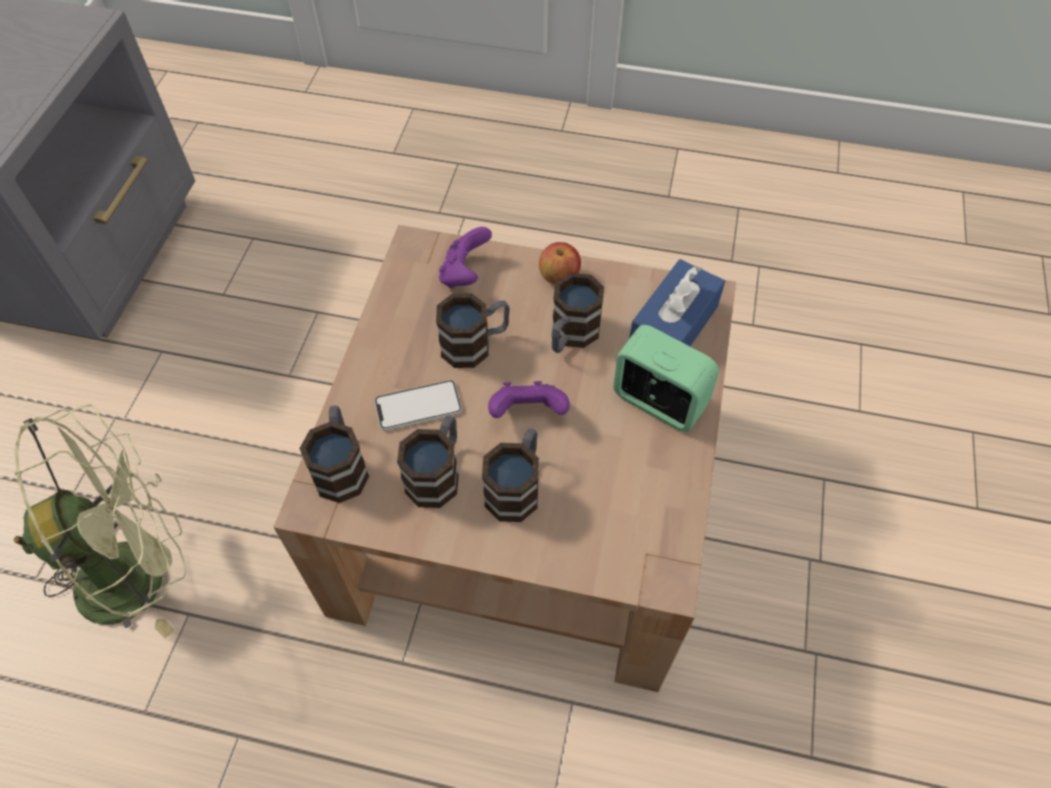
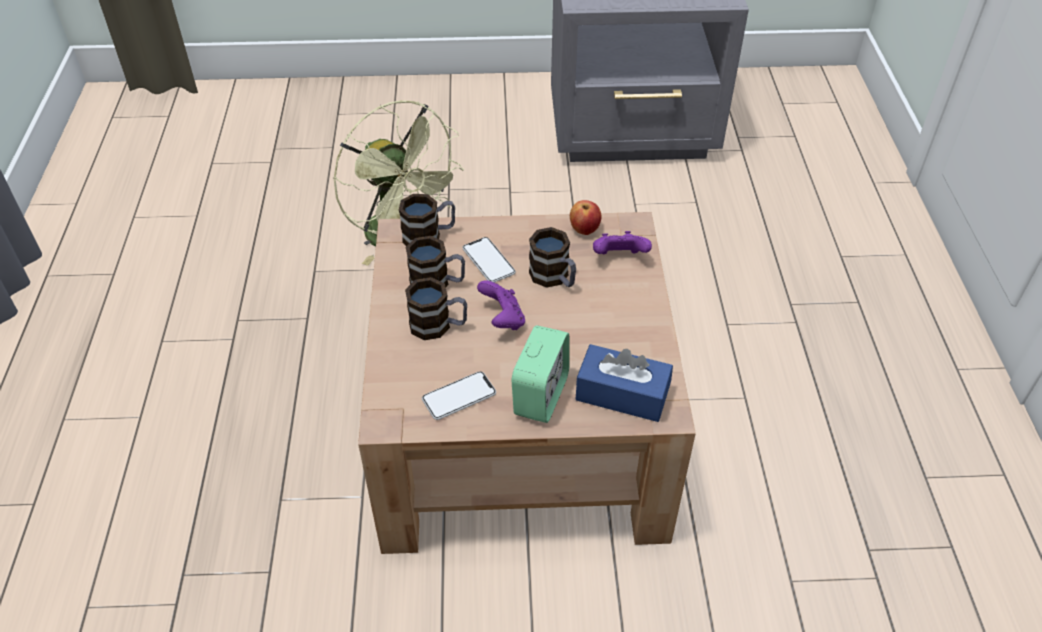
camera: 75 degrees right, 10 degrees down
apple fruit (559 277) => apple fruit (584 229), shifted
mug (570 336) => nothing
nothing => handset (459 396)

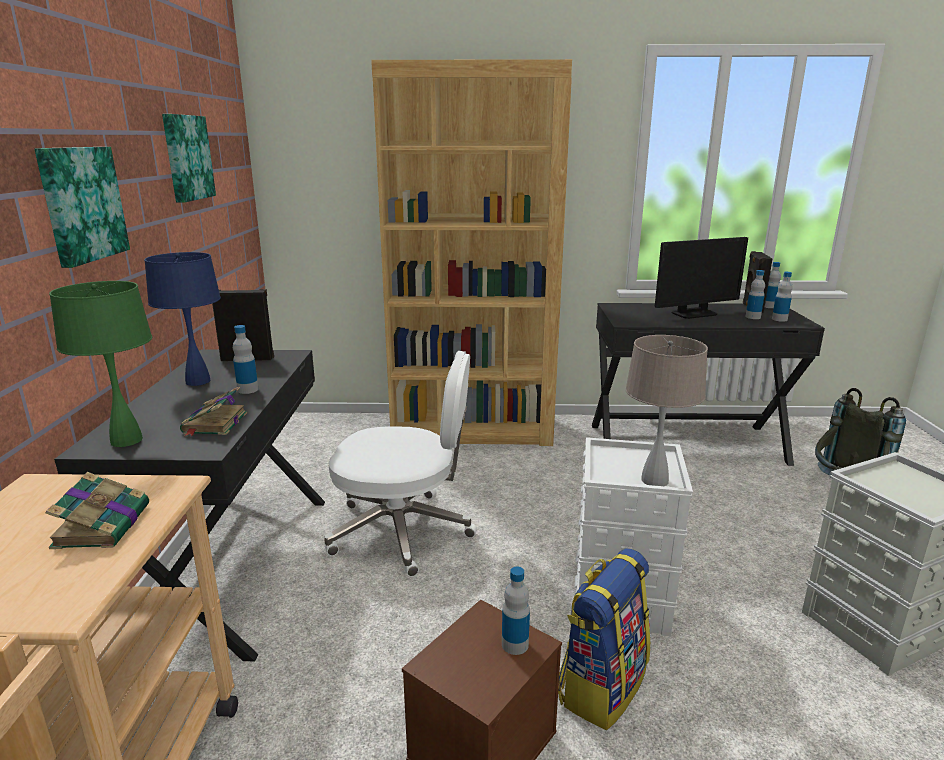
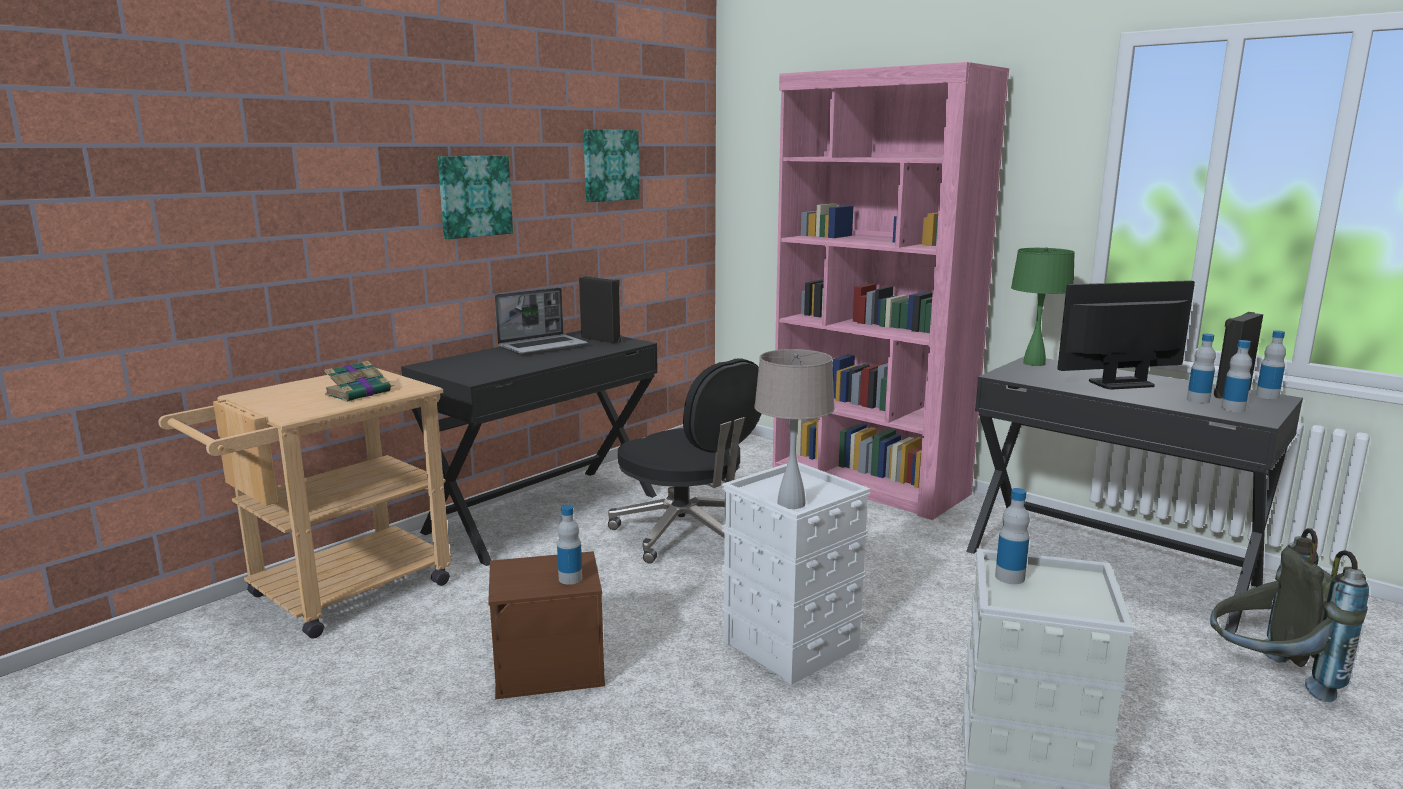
camera: 40 degrees right, 5 degrees down
brown shelving unit (473 430) => pink-coloured shelving unit (868 483)
computer display (694 313) => computer display (1121 383), 150 degrees clockwise
blue tabletop lamp (198 381) => notebook computer (543 346)
greenish tabletop lamp (126 440) => greenish tabletop lamp (1033 363), shifted
drink bottle (248 390) => drink bottle (1009 577), shifted
whitish office chair (403 531) => blackish office chair (686 534)
book (214 424) => nothing
rucksack (601 685) => nothing

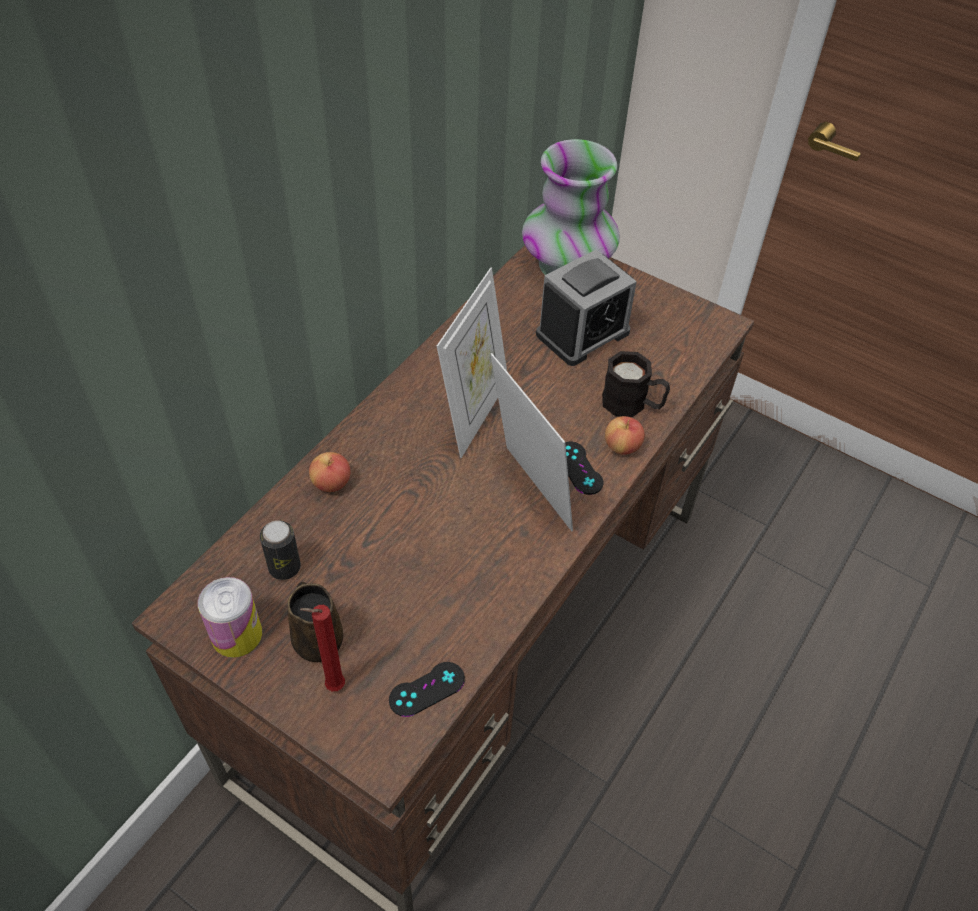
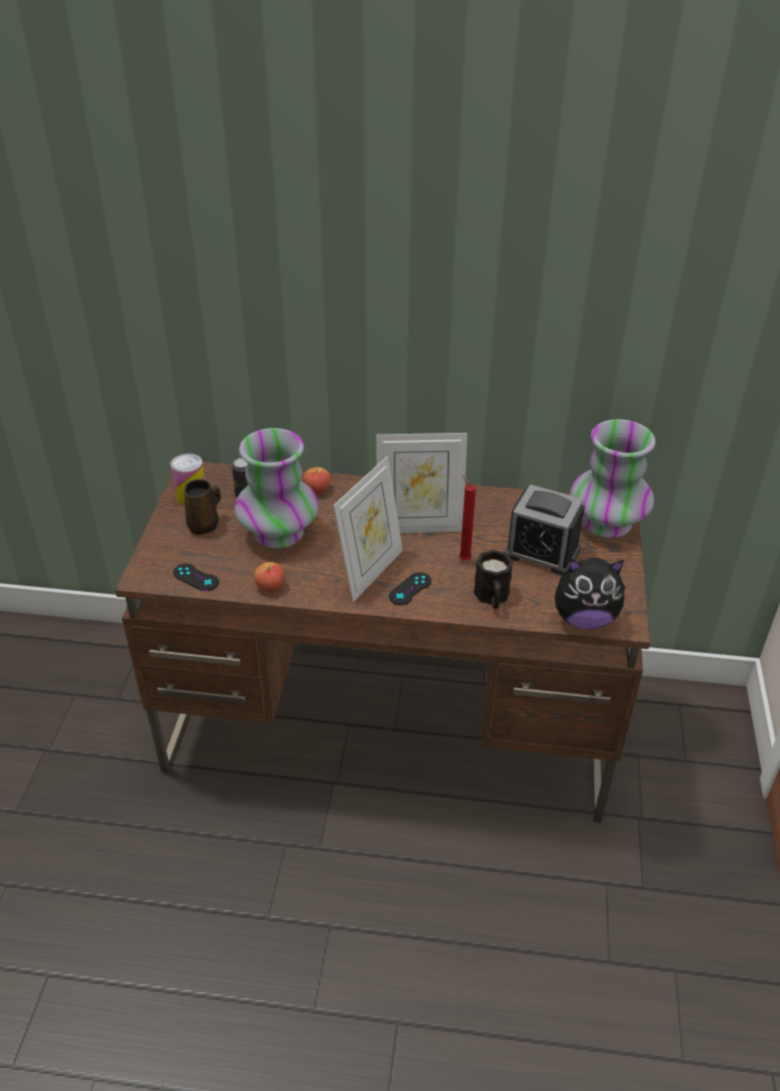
camera: 65 degrees right, 10 degrees down
apple fruit (622 446) => apple fruit (270 586), shifted
reddish wax candle (332 687) => reddish wax candle (463 559), shifted
nothing => flower vase (279 532)
nothing => plush toy (584 618)

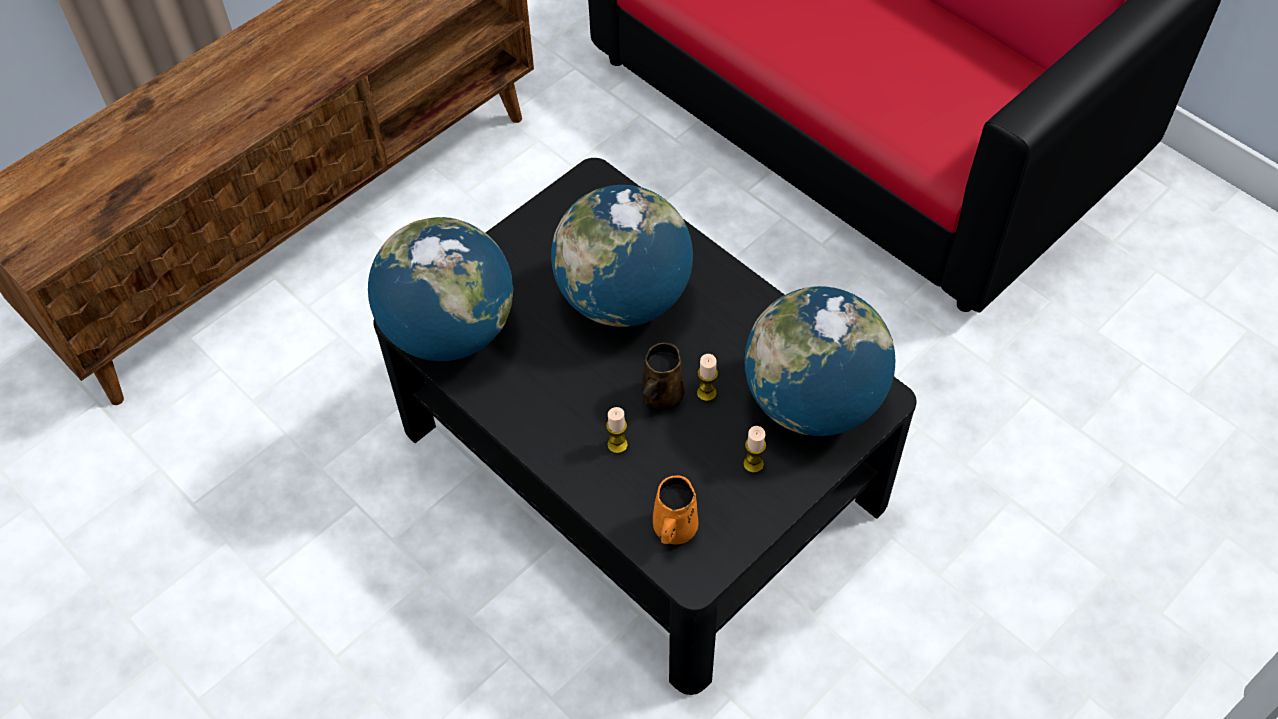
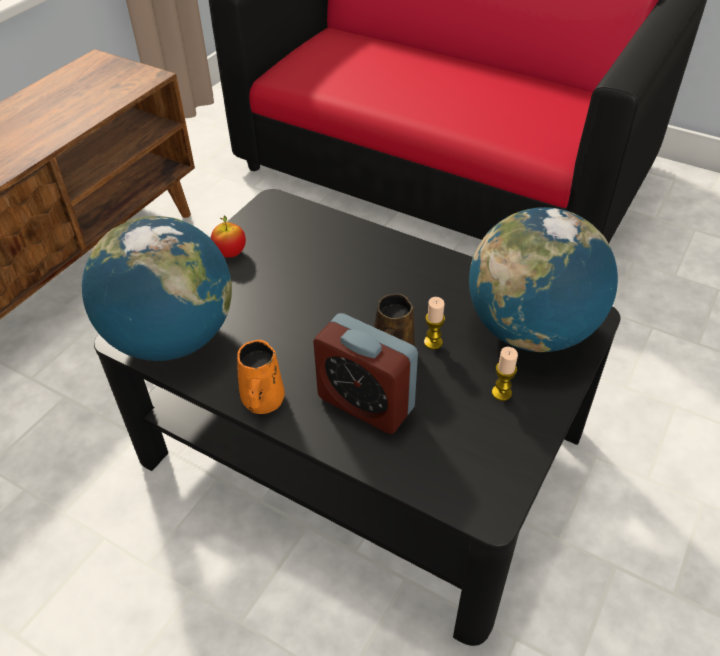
camera: 15 degrees left, 10 degrees down
globe (623 299) => nothing
wax candle (617 445) => table clock (366 403)
orange-coloured mug (674 530) => orange-coloured mug (262 402), shifted
nothing => apple fruit (230 253)

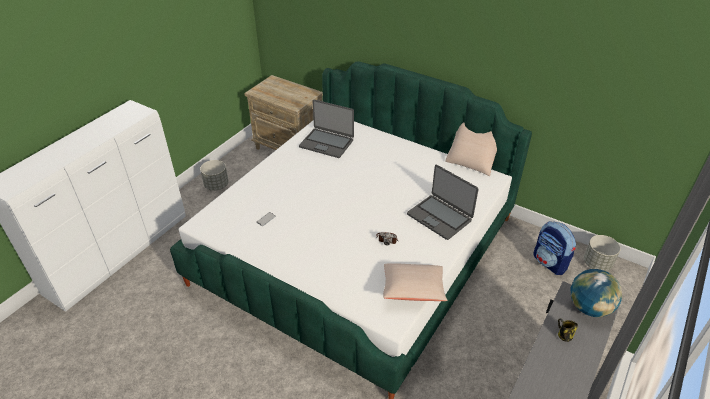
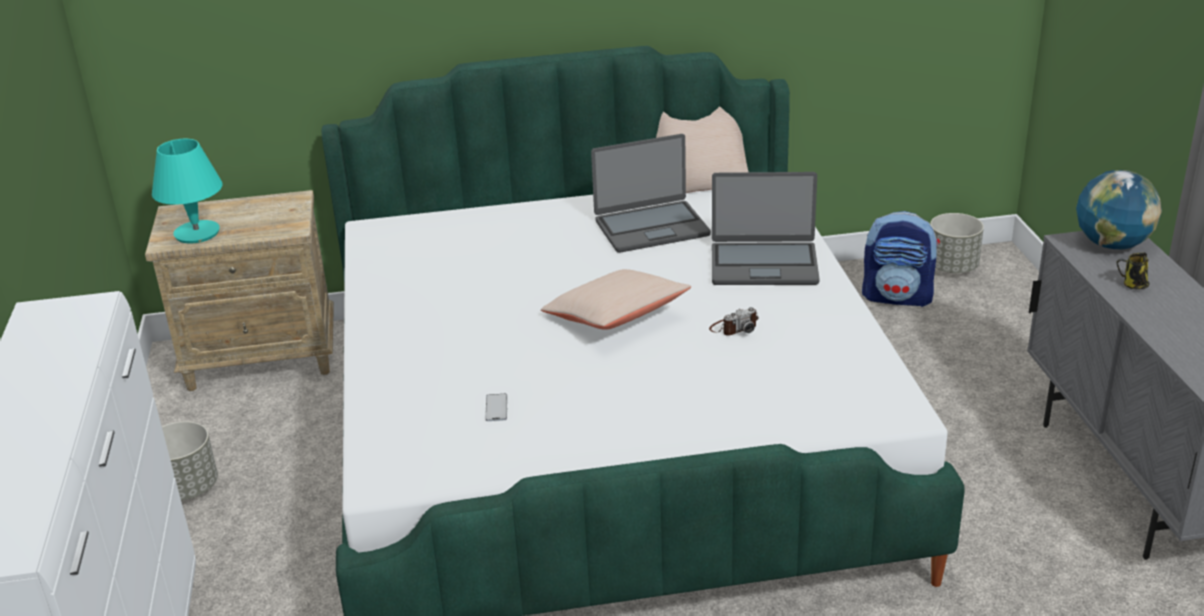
camera: 40 degrees left, 10 degrees down
notebook computer (327 143) => notebook computer (651 227), shifted
beige cushion (413 289) => beige cushion (616 318), shifted
nothing => turquoise-coloured tabletop lamp (197 233)

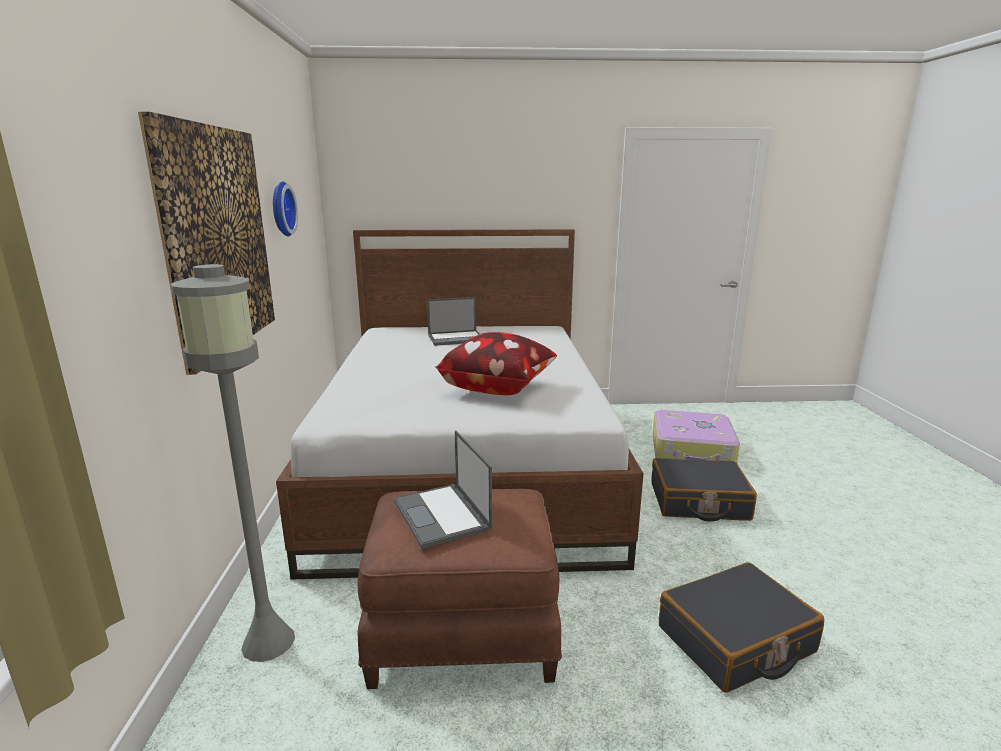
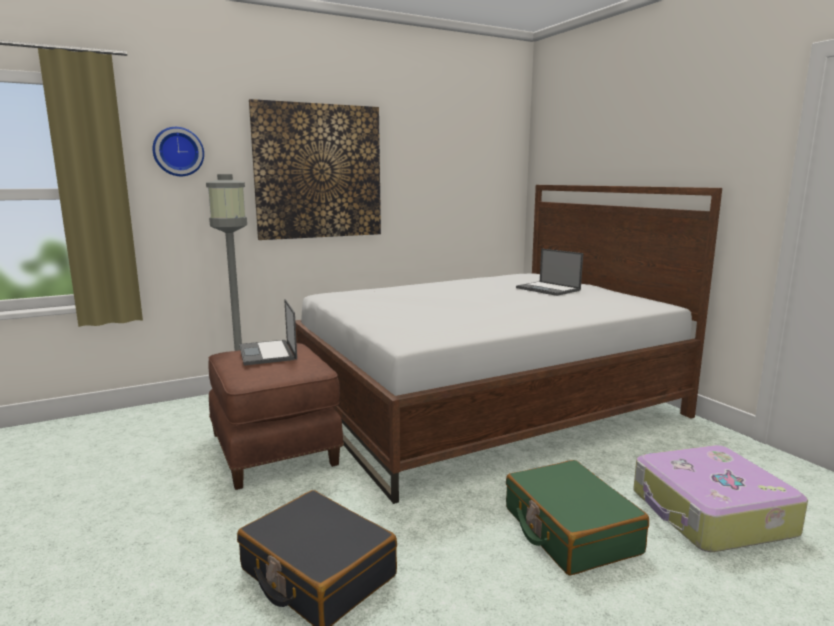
camera: 65 degrees right, 5 degrees down
wall clock (280 209) => wall clock (178 151), shifted
cushion (497 388) => nothing
notebook computer (442 515) => notebook computer (268 353), 60 degrees counterclockwise
blackish travel case (698 502) => greenish travel case (570 530)

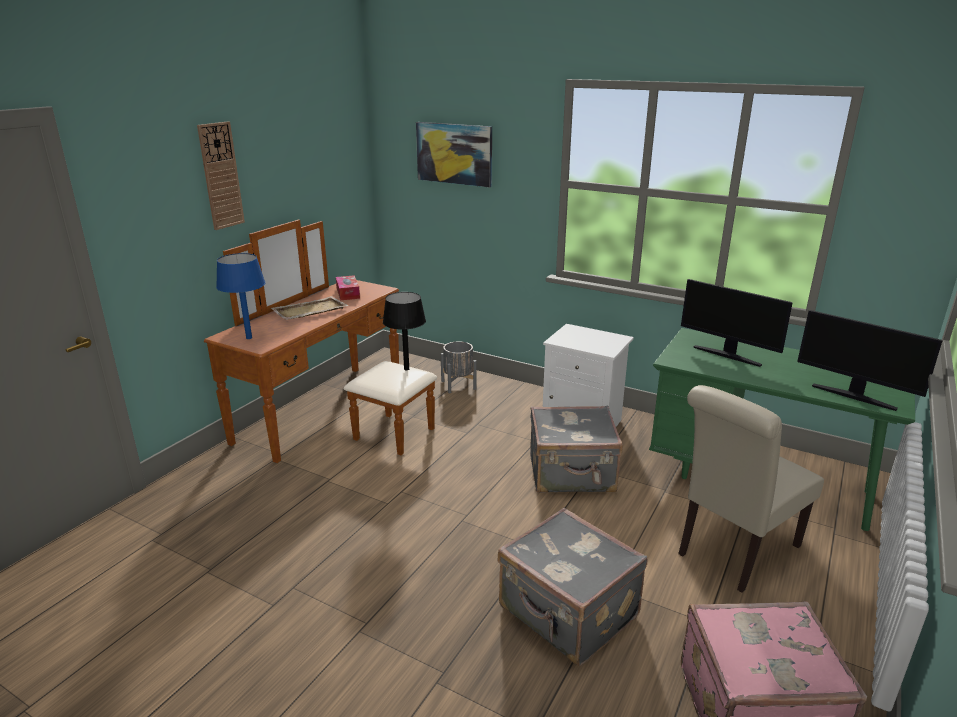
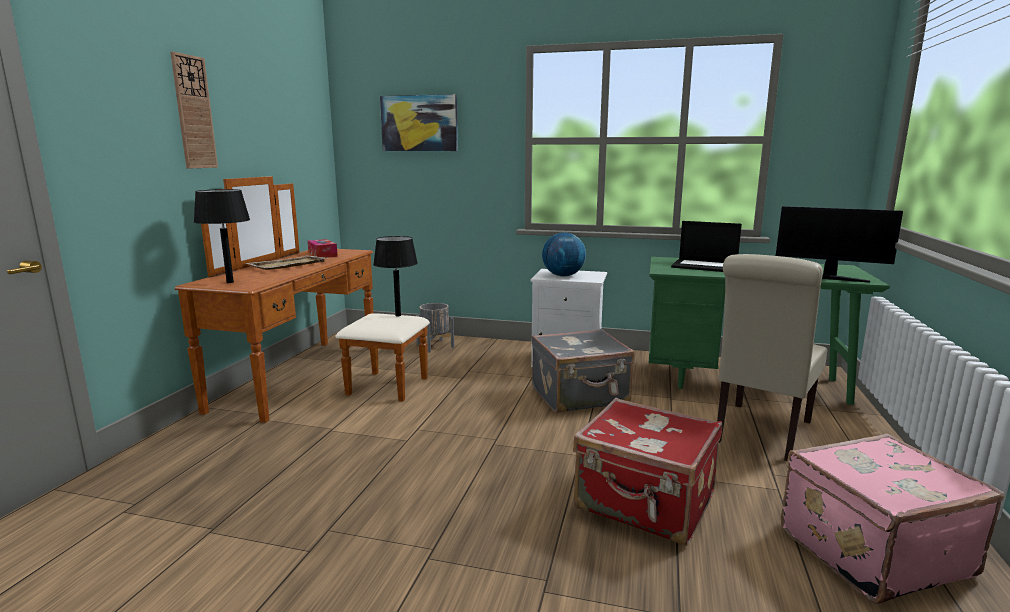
camera: 15 degrees left, 10 degrees down
blue tabletop lamp (249 338) => blackish tabletop lamp (230 282)
computer display (727 355) => notebook computer (705 266)
greyish travel case (567 614) => reddish travel case (645 504)
nothing => globe (563 276)

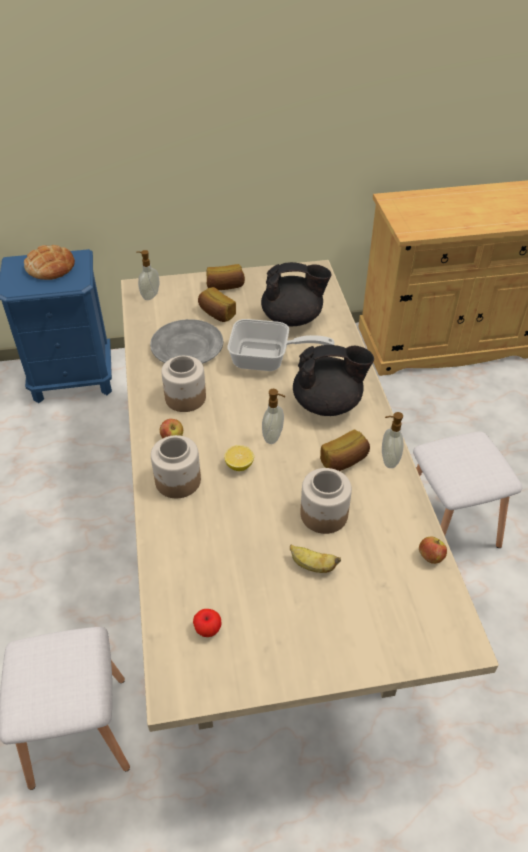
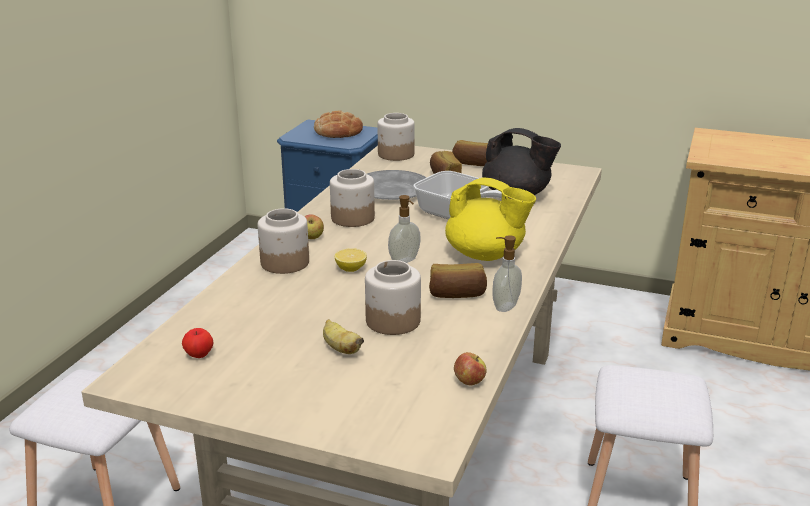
camera: 30 degrees right, 20 degrees down
soap dispenser (150 295) => storage jar (396 154)
blackish pot for tea (328 404) => yellow-coloured pot for tea (486 255)

